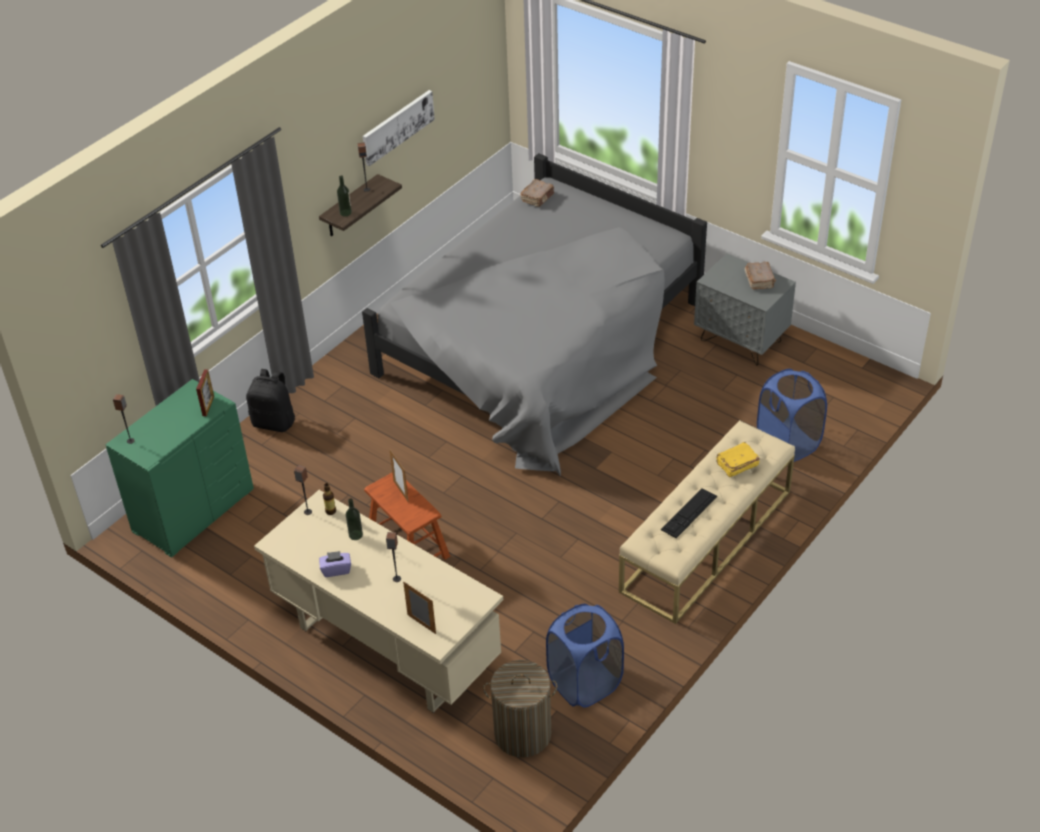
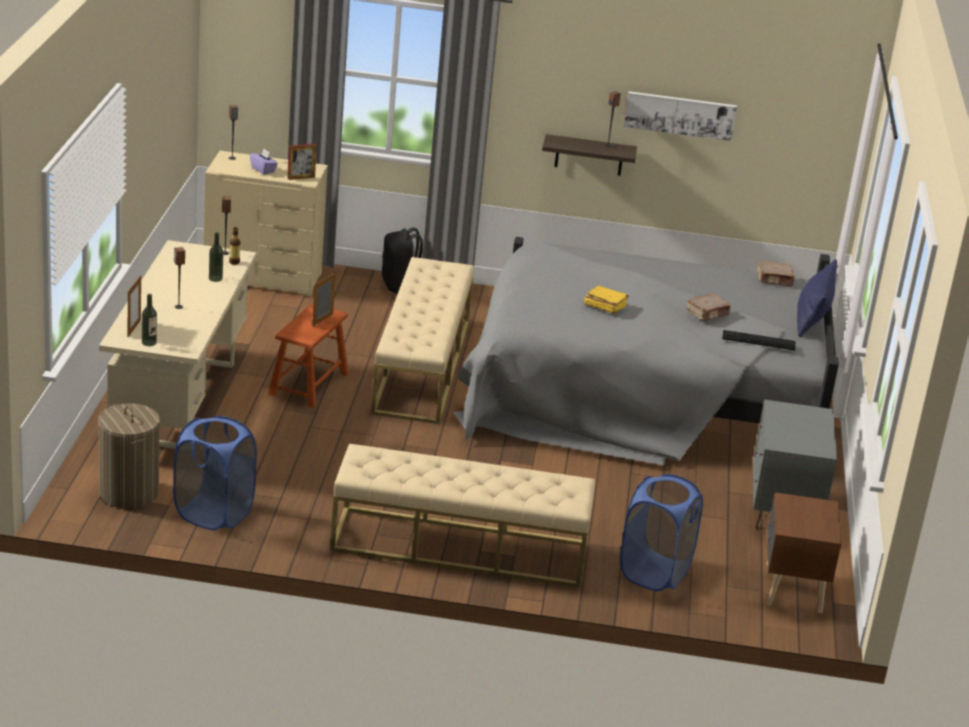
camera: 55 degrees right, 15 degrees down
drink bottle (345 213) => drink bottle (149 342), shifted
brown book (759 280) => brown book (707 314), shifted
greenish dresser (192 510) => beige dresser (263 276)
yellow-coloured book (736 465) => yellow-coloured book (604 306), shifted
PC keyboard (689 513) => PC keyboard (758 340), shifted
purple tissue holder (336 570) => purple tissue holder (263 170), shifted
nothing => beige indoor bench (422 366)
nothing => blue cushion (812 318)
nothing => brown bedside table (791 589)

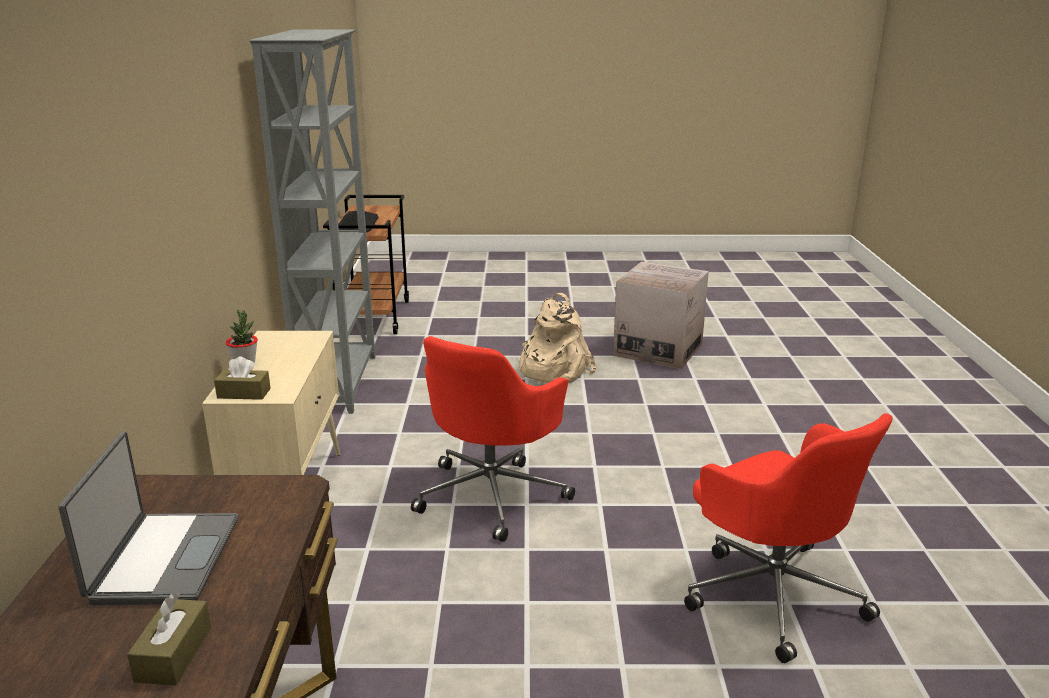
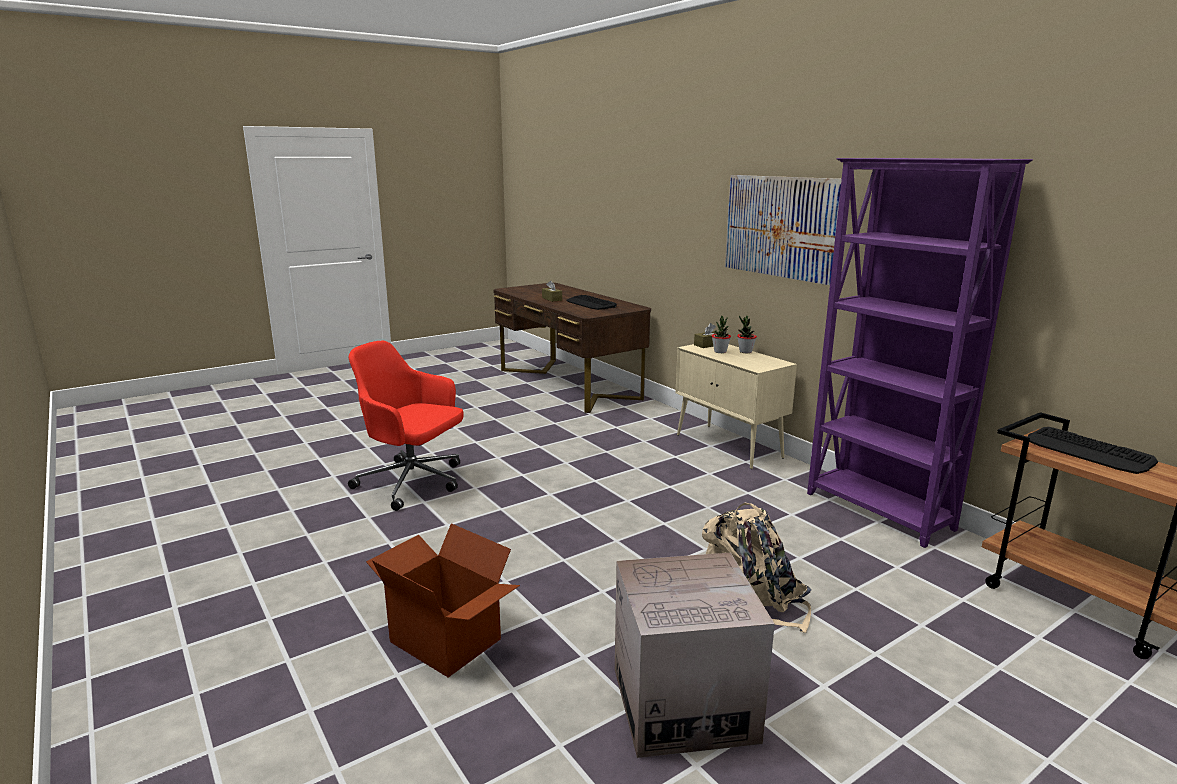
camera: 145 degrees right, 5 degrees down
greyish shelving unit (340 383) => purple shelving unit (878 512)
reddish office chair (493 494) => nothing
notebook computer (163 560) => PC keyboard (590 303)
nothing => wall art (783 227)
nothing => potted plant (720 351)
nothing => carton (447 639)

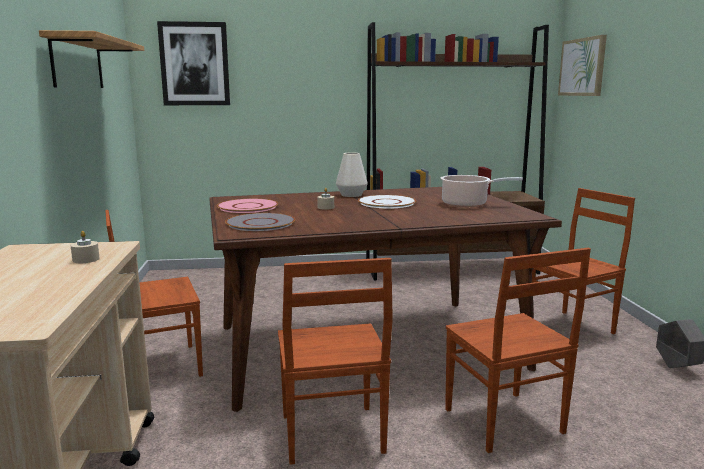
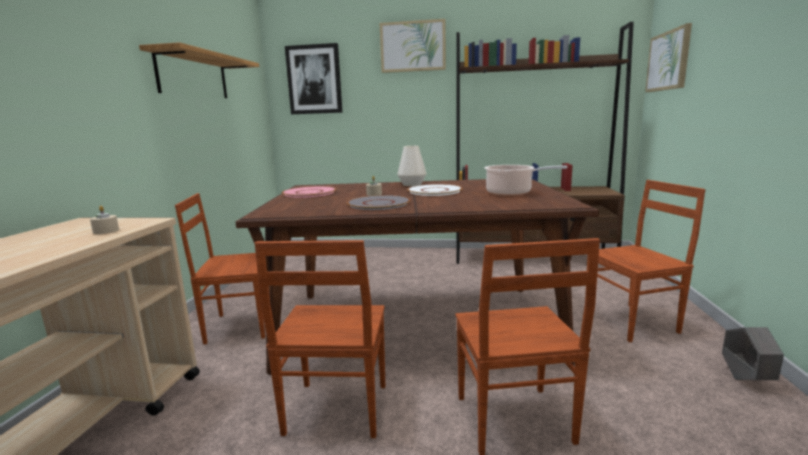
camera: 15 degrees right, 0 degrees up
greyish dinner plate (261 223) => greyish dinner plate (379 204), shifted
nothing => wall art (413 46)

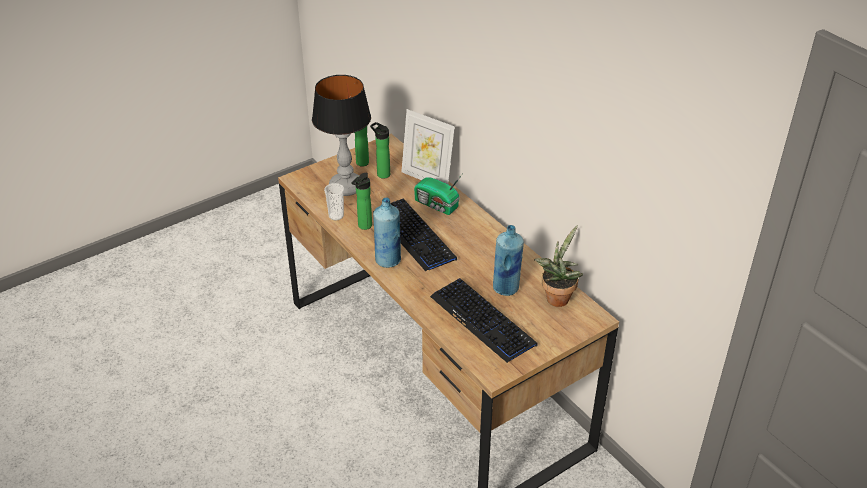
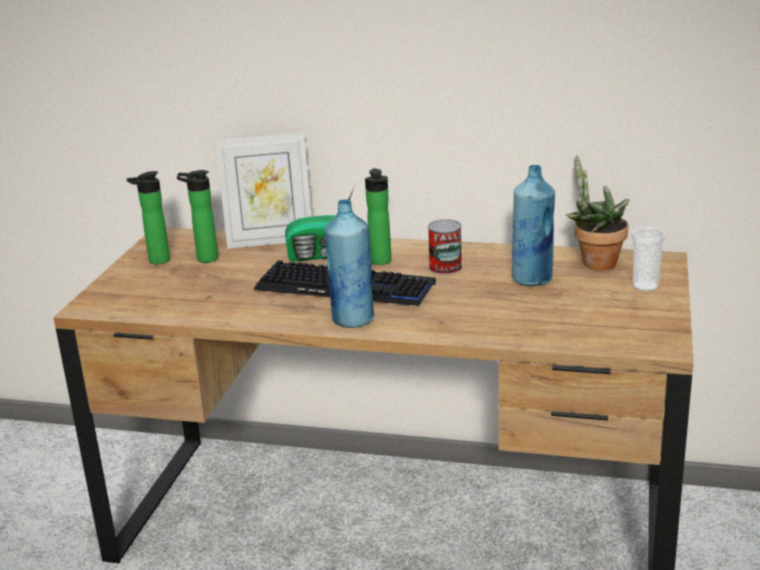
camera: 40 degrees left, 15 degrees down
tabletop lamp (345 187) => nothing
drink bottle (363 226) => drink bottle (381 262), shifted
cup (336 216) => cup (645 286), shifted
PC keyboard (483 321) => nothing
nothing => can (445 267)

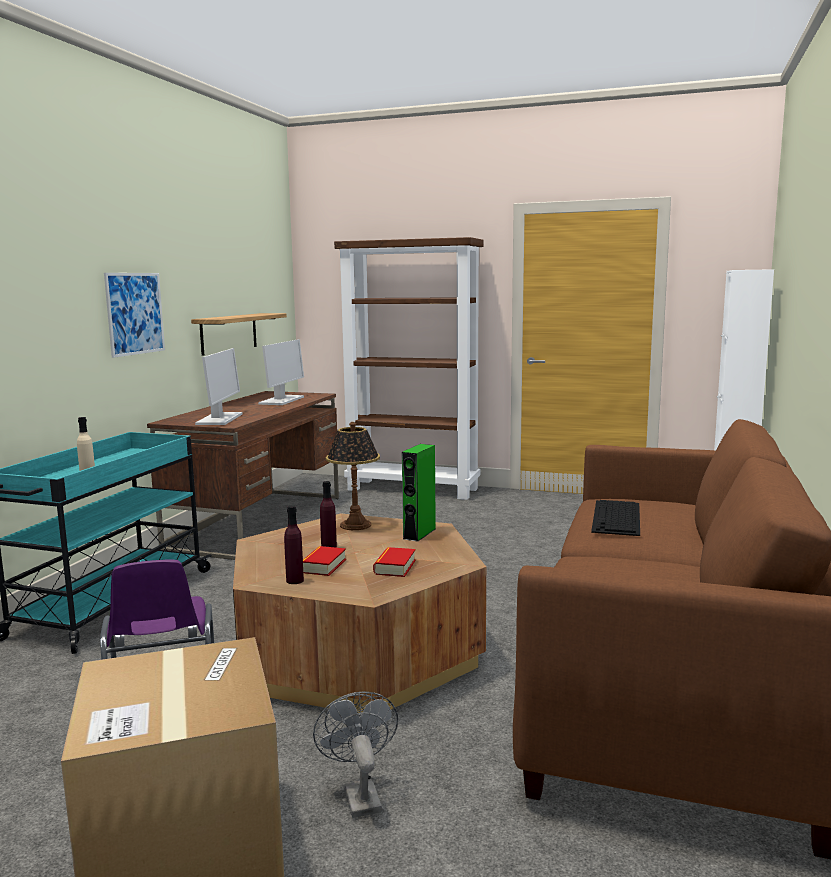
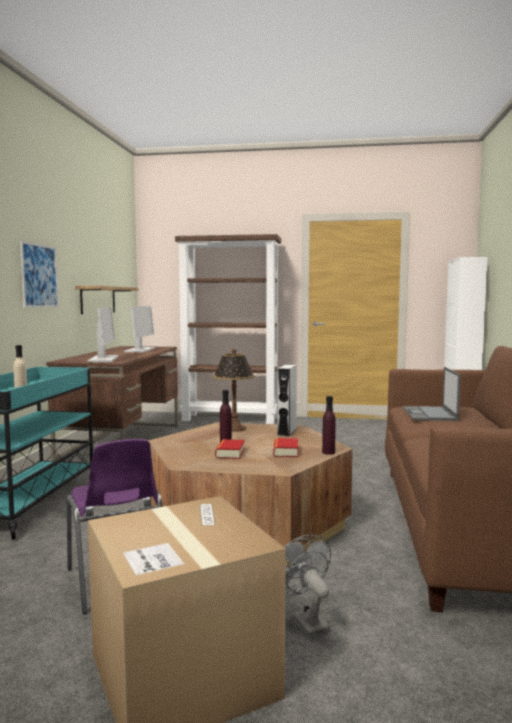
camera: 10 degrees left, 5 degrees down
greenish loudspeaker (419 533) => greyish loudspeaker (286 432)
PC keyboard (617 517) => notebook computer (429 414)
purple drink bottle (295 580) => purple drink bottle (328 452), shifted

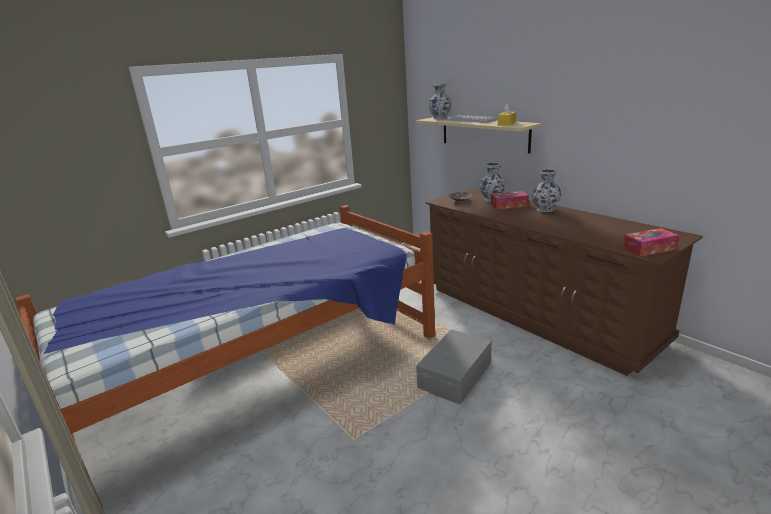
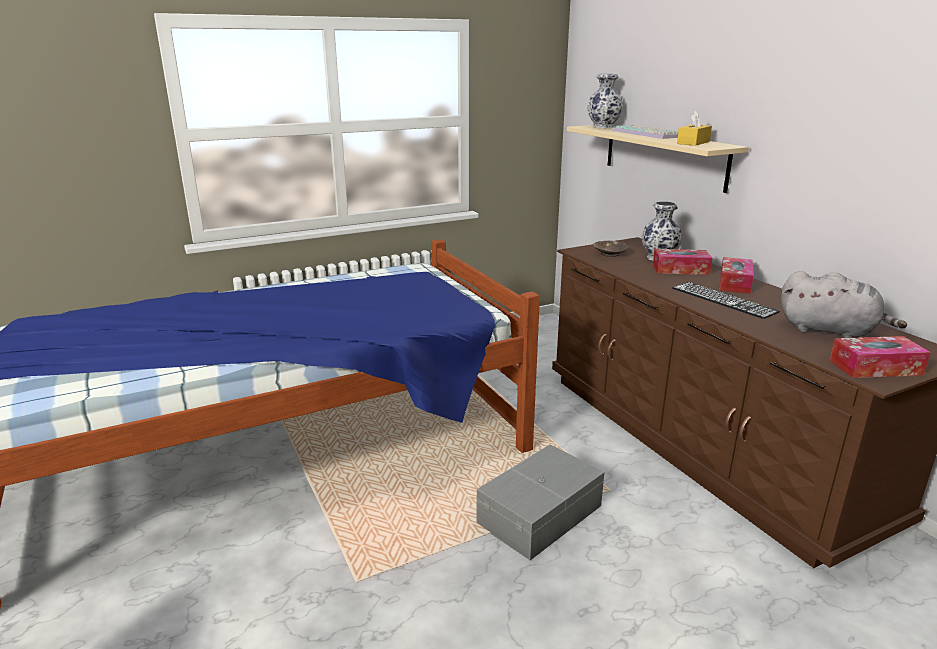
camera: 10 degrees right, 0 degrees up
flower vase (545 209) => tissue holder (734 283)
nothing => greyish plush toy (830 331)
nothing => PC keyboard (723 300)

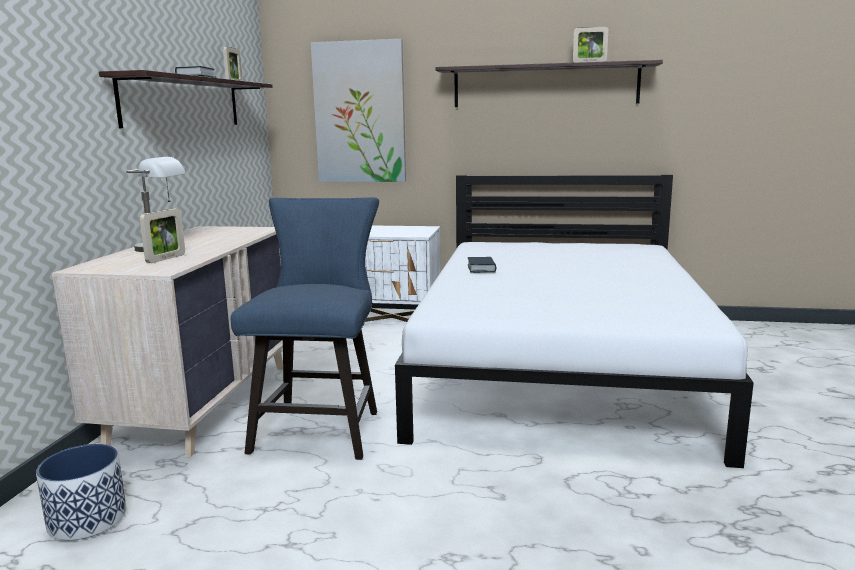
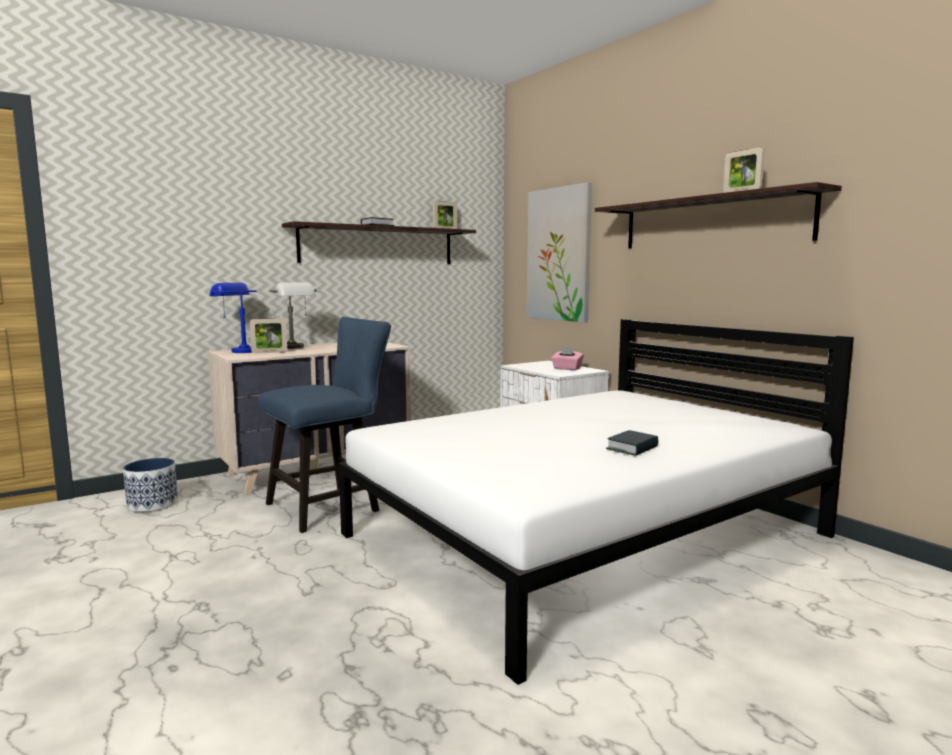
camera: 45 degrees right, 5 degrees down
book (481 269) => book (632 448), shifted
nothing => blue tabletop lamp (237 351)
nothing => pink-coloured tissue holder (566 369)

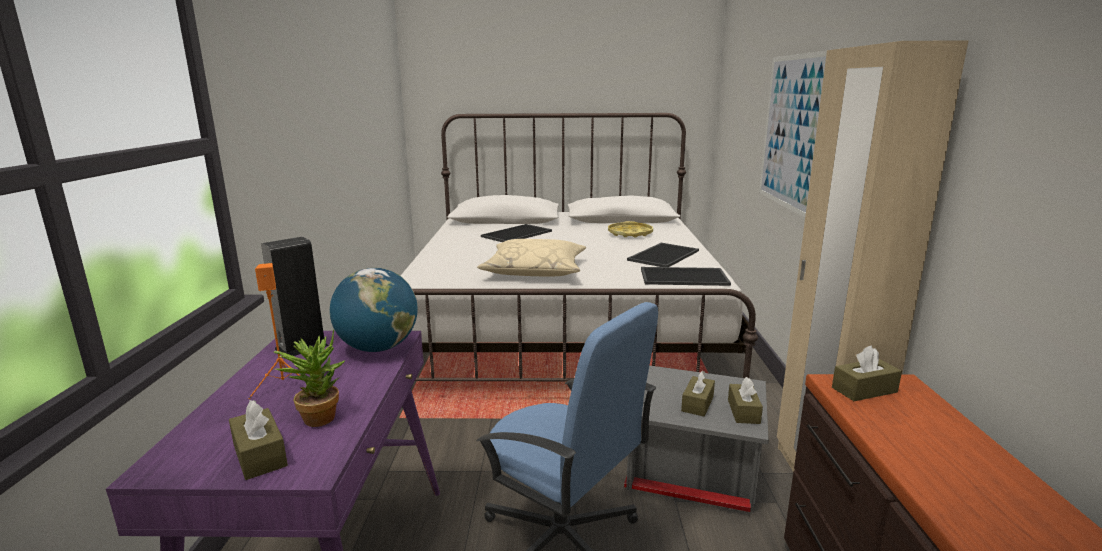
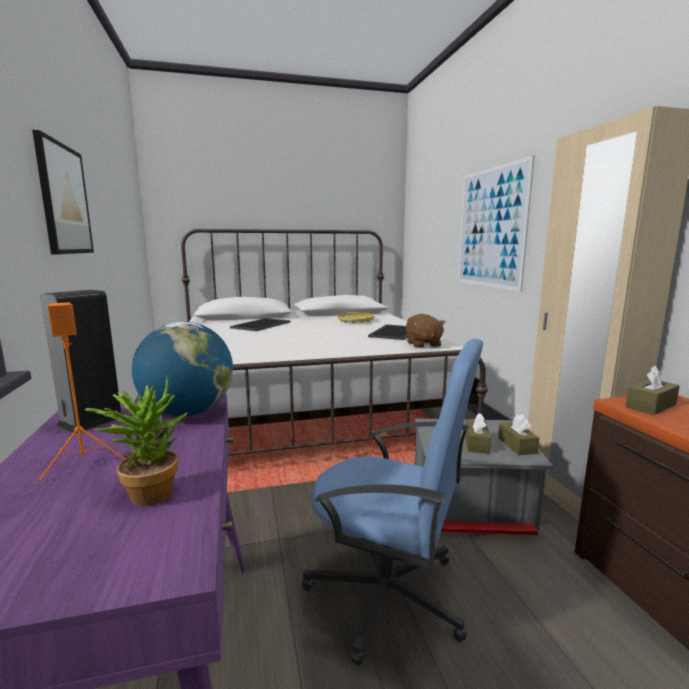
camera: 15 degrees left, 5 degrees down
beige cushion (535 270) => nothing
carrying tray (684 276) => brown plush toy (423 344)
brown tissue holder (260 455) => nothing
nothing => wall art (64 200)

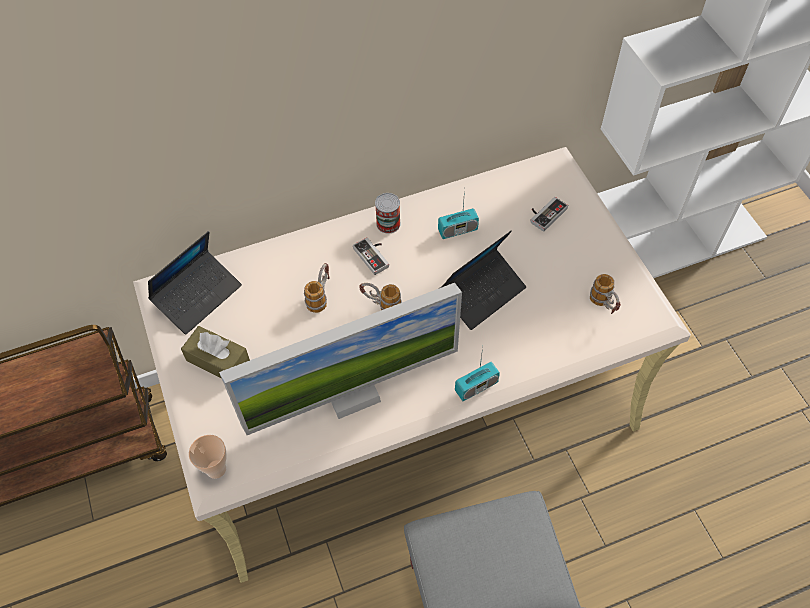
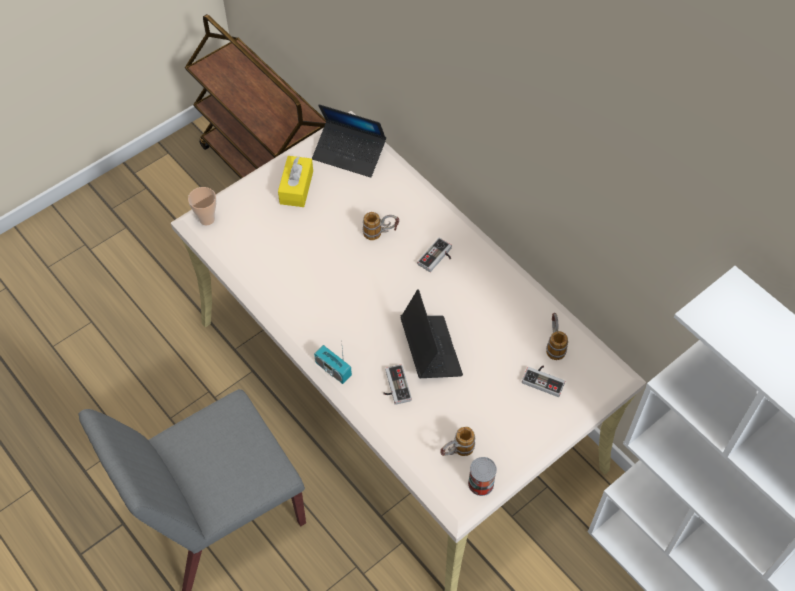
camera: 70 degrees right, 0 degrees up
radio set (457 230) => nothing
can (388 223) => can (481 483), shifted
notebook computer (482 293) => notebook computer (430 350), 135 degrees counterclockwise
computer display (352 394) => nothing
mug (381 306) => mug (554 344), shifted
brown tissue holder (218 360) => yellow-coloured tissue holder (296 187)
nothing => game controller (394 387)

